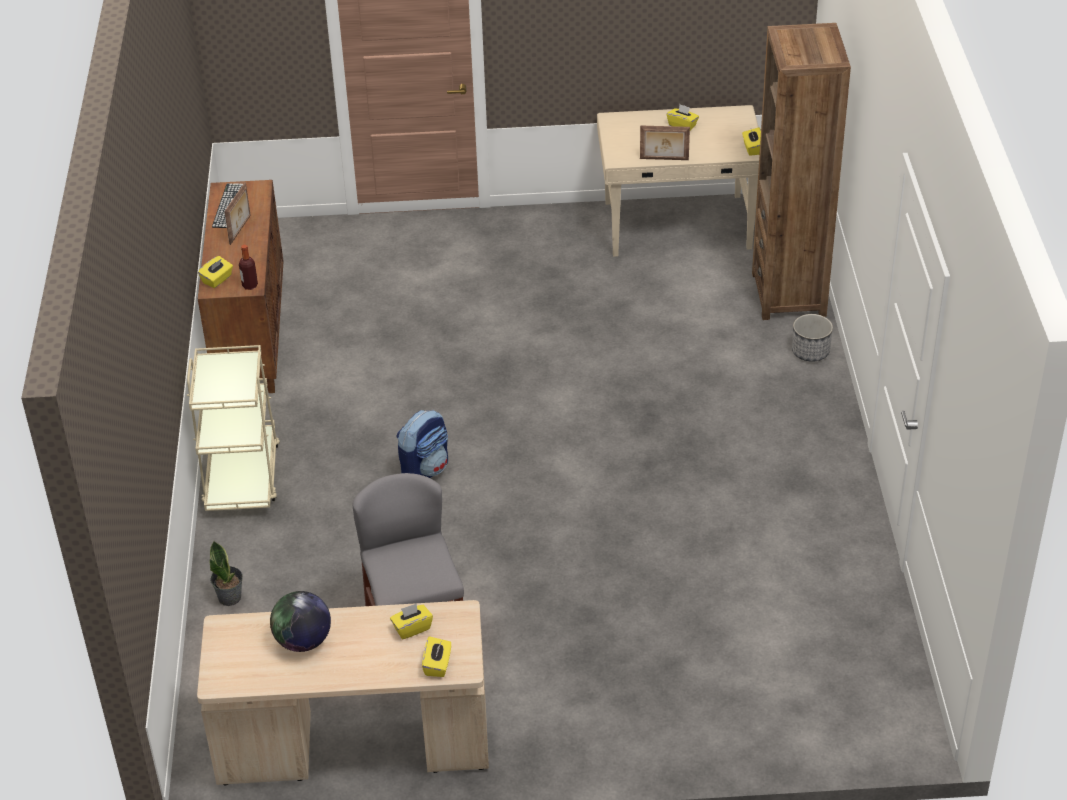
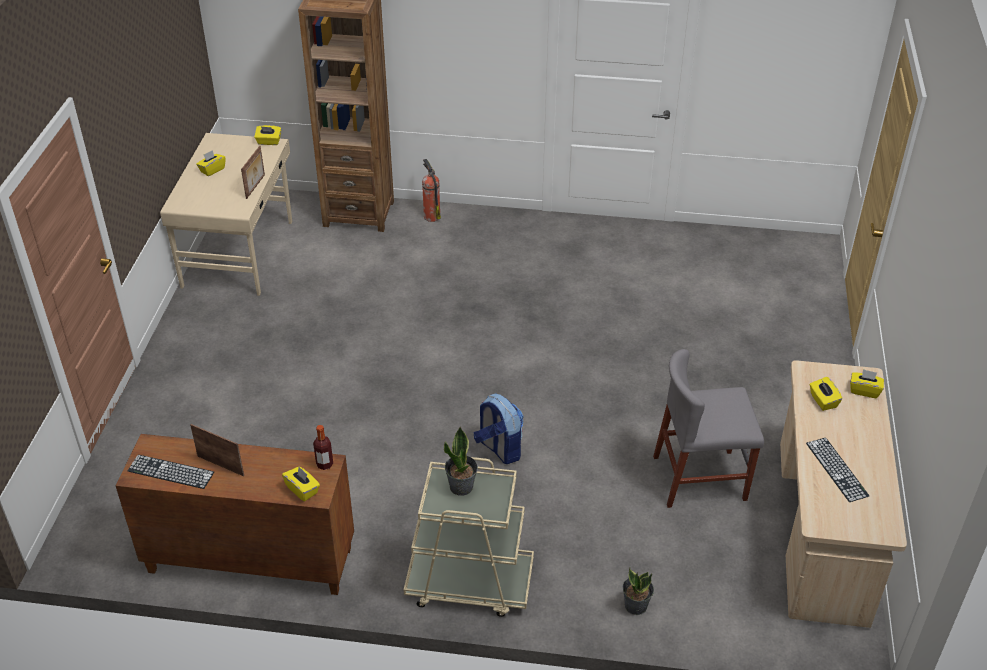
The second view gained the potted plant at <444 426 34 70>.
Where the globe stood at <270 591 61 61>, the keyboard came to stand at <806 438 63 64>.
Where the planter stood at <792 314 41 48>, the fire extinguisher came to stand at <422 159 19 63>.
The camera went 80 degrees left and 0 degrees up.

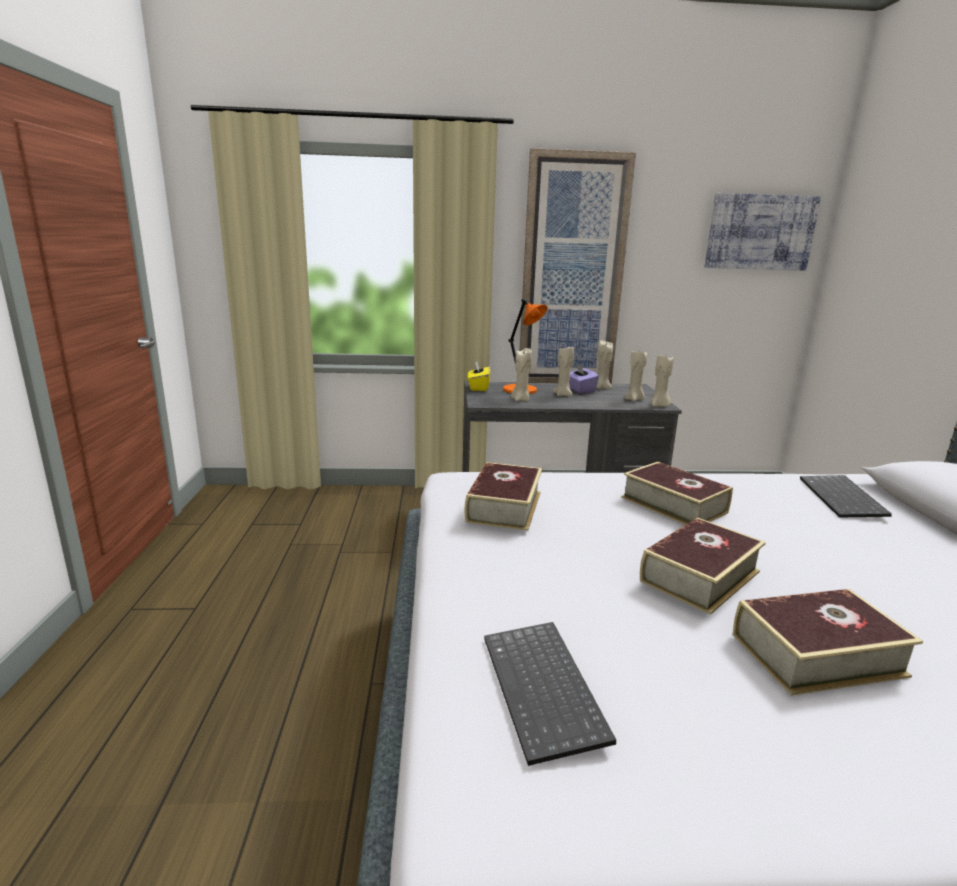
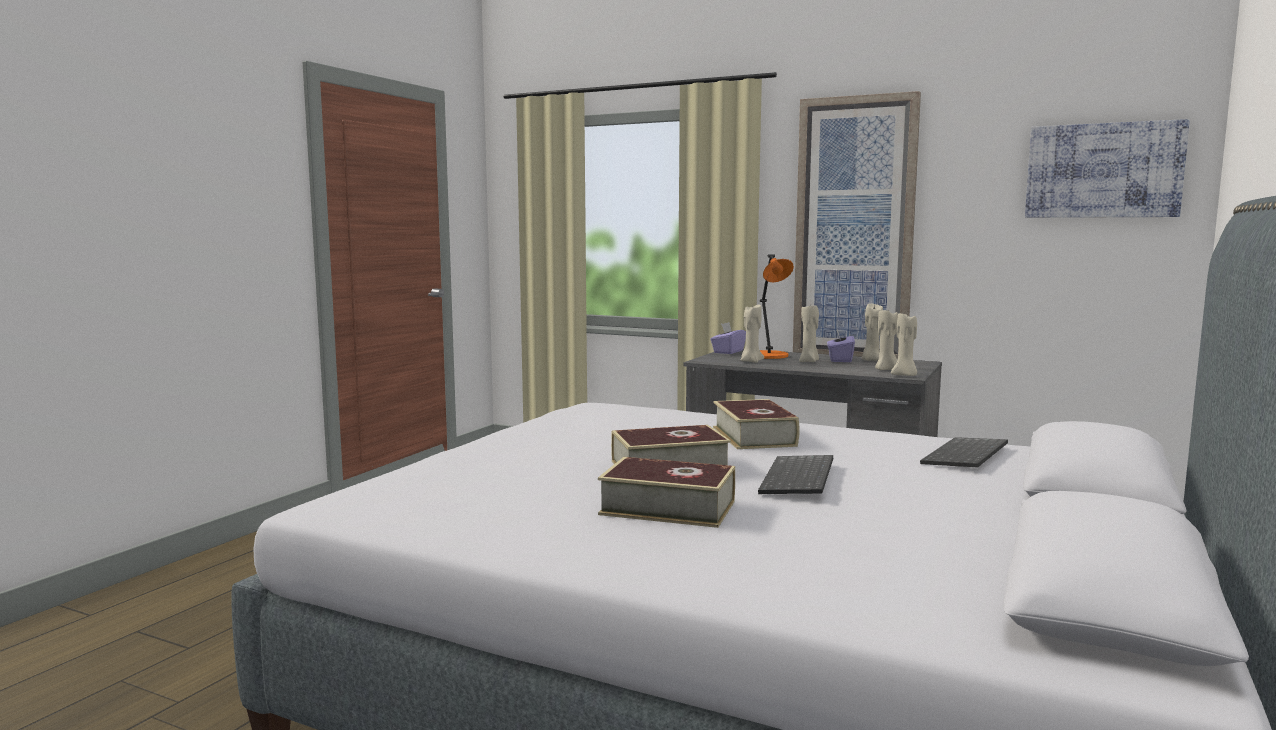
The second view lost the book at <465 462 77 69>.
The keyboard ended up elsewhere, having gone from <484 622 132 144> to <758 455 75 39>.
What was the tissue box (yellow) at <468 361 23 30> turned into the tissue box (purple) at <710 322 36 32>.
The camera went 30 degrees right and 10 degrees down.

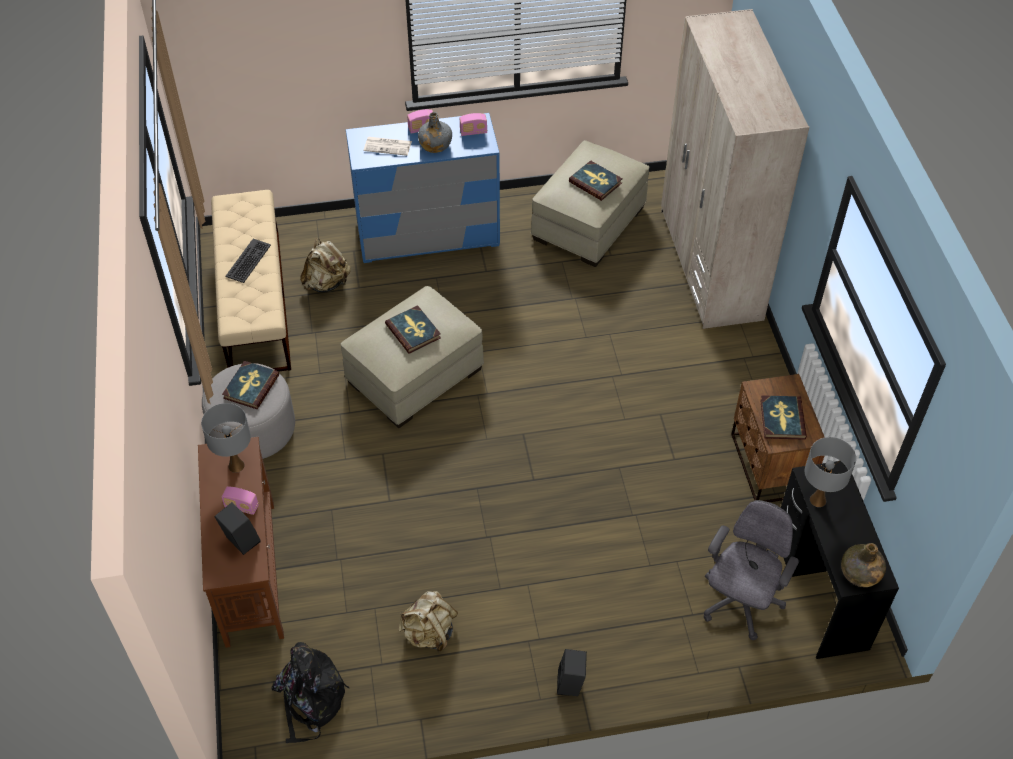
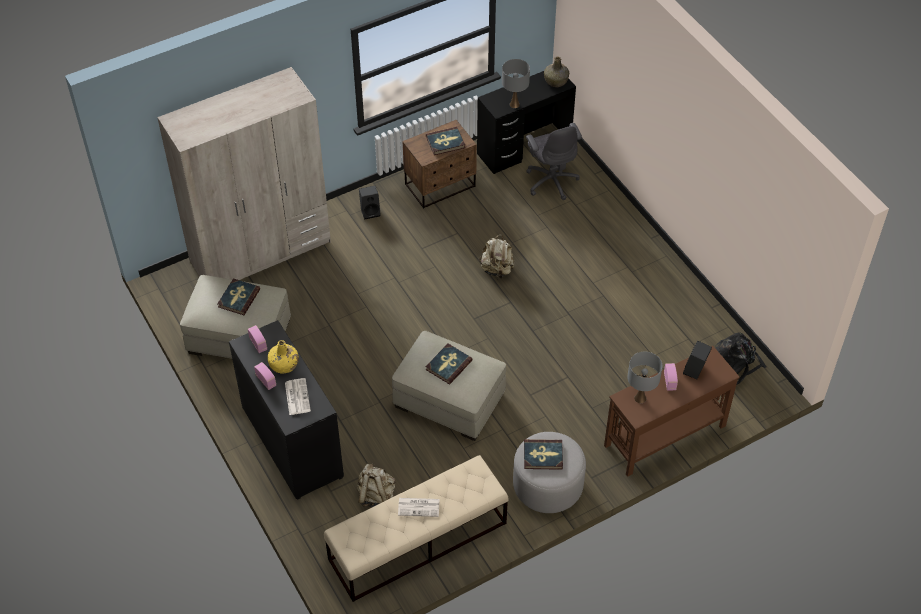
The backpack (beige) ended up elsewhere, having gone from <398 591 60 61> to <479 235 36 44>.
The speaker (black) ended up elsewhere, having gone from <557 649 30 47> to <359 186 22 34>.
Where the keyboard stood at <225 239 46 44>, the newspaper came to stand at <398 498 42 19>.
What was the dresser (blue) at <346 113 154 150> turned into the dresser (black) at <229 320 115 180>.
What was the bottle (grey) at <418 112 34 41> turned into the bottle (yellow) at <268 340 31 33>.
The office chair (grey) at <703 500 96 140> ended up facing another way, 120 degrees counterclockwise from before.
The camera went 110 degrees left and 0 degrees up.

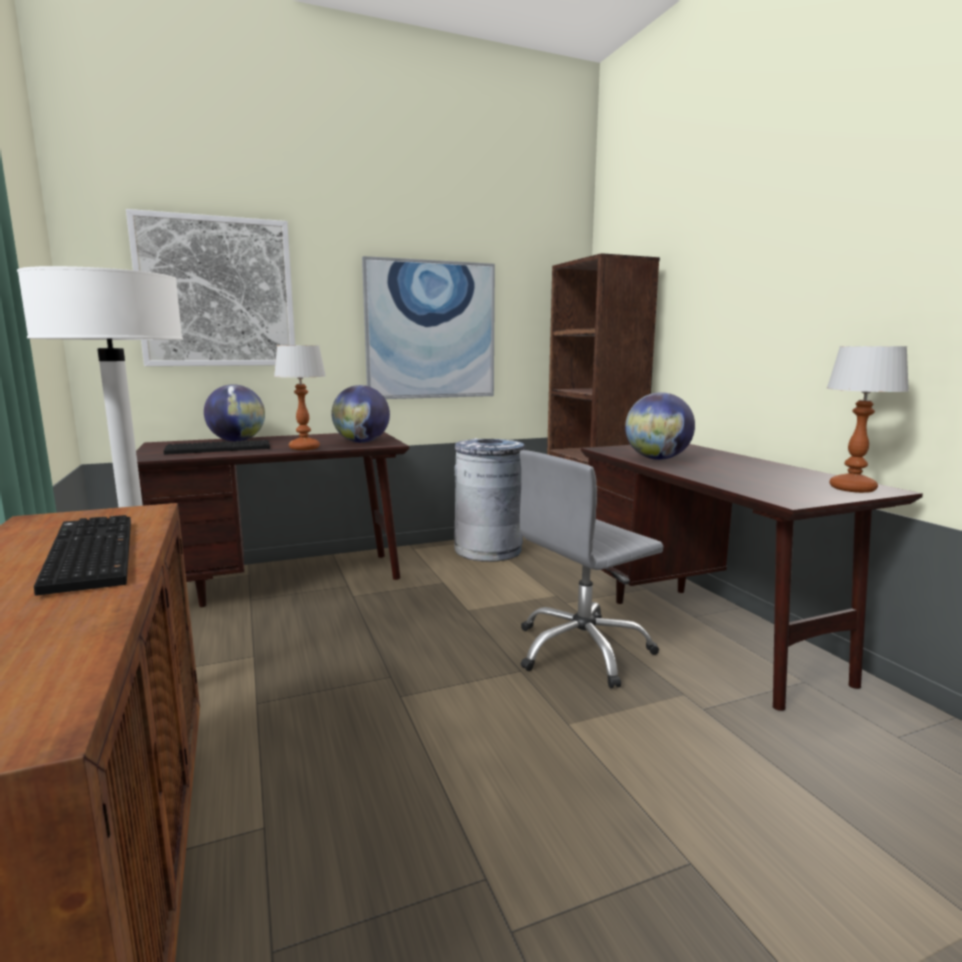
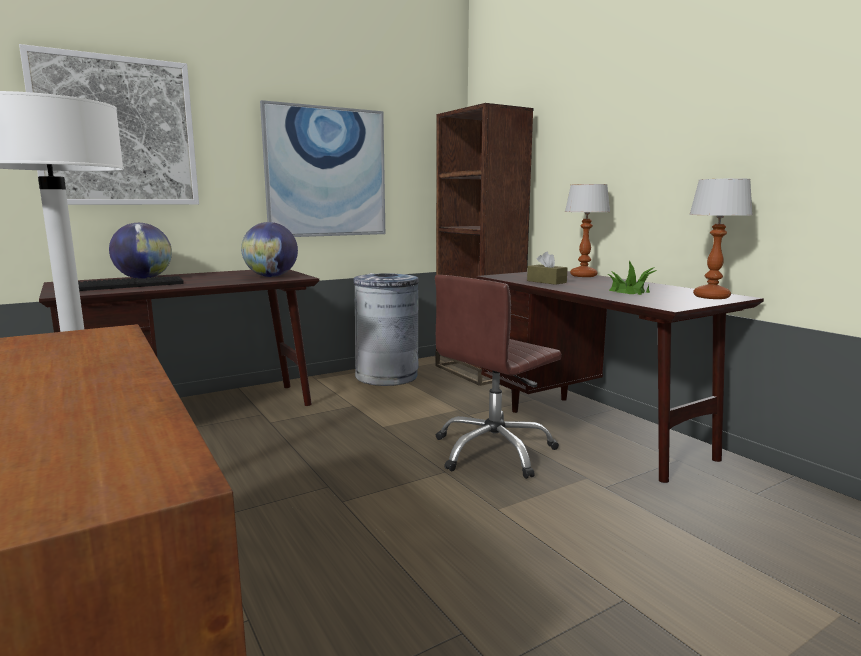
The second view lost the keyboard at <34 515 97 81>.
The second view gained the potted plant at <608 260 49 35>.
The table lamp ended up elsewhere, having gone from <274 345 52 105> to <565 184 45 93>.
Where the globe stood at <625 392 70 68>, the tissue box (brown) came to stand at <527 252 41 33>.
What was the office chair (grey) at <520 450 144 238> turned into the office chair (brown) at <435 275 127 204>.
The camera went 10 degrees left and 0 degrees up.

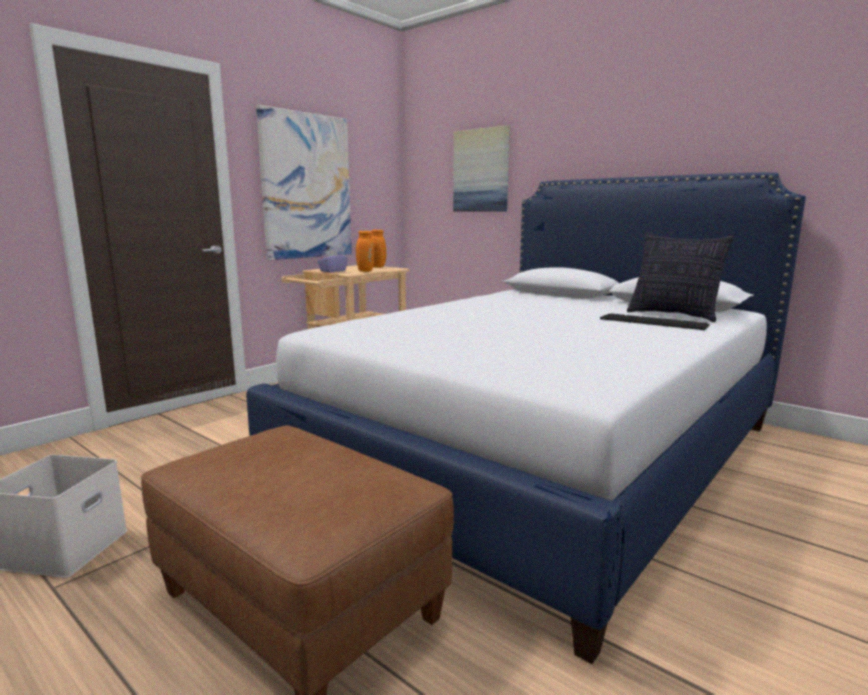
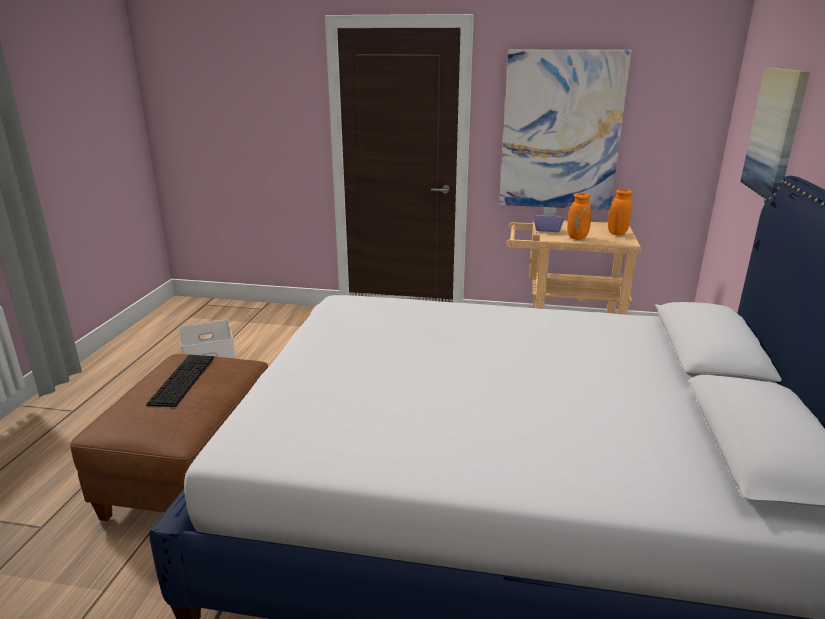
The second view lost the pillow at <627 233 107 89>.
The keyboard ended up elsewhere, having gone from <600 313 110 17> to <146 355 69 52>.
The camera went 60 degrees right and 10 degrees up.

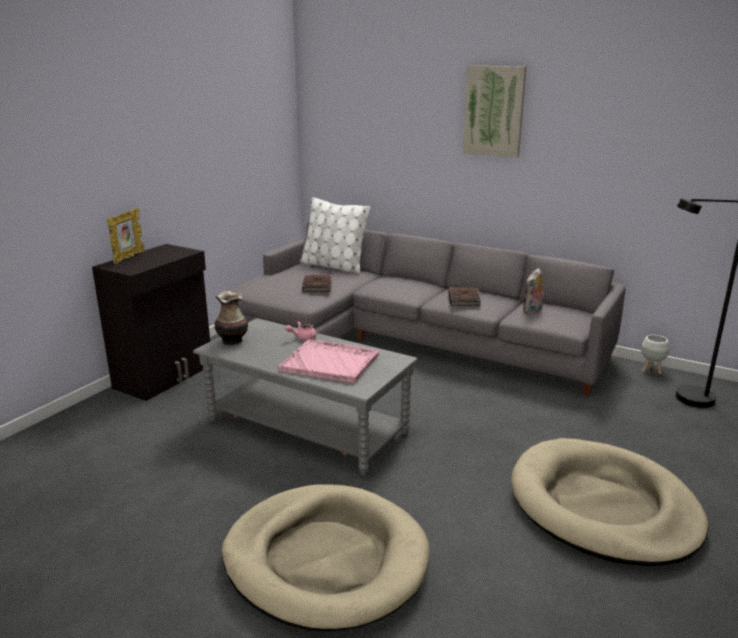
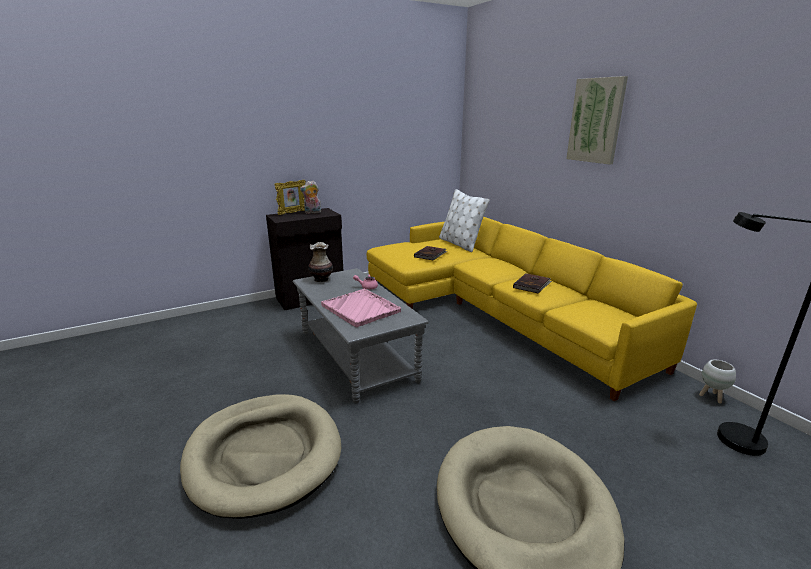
The plush toy ended up elsewhere, having gone from <522 268 22 46> to <300 181 21 33>.
What was the sofa (grey) at <227 222 399 175> turned into the sofa (yellow) at <367 217 330 184>.
The camera went 30 degrees right and 0 degrees up.

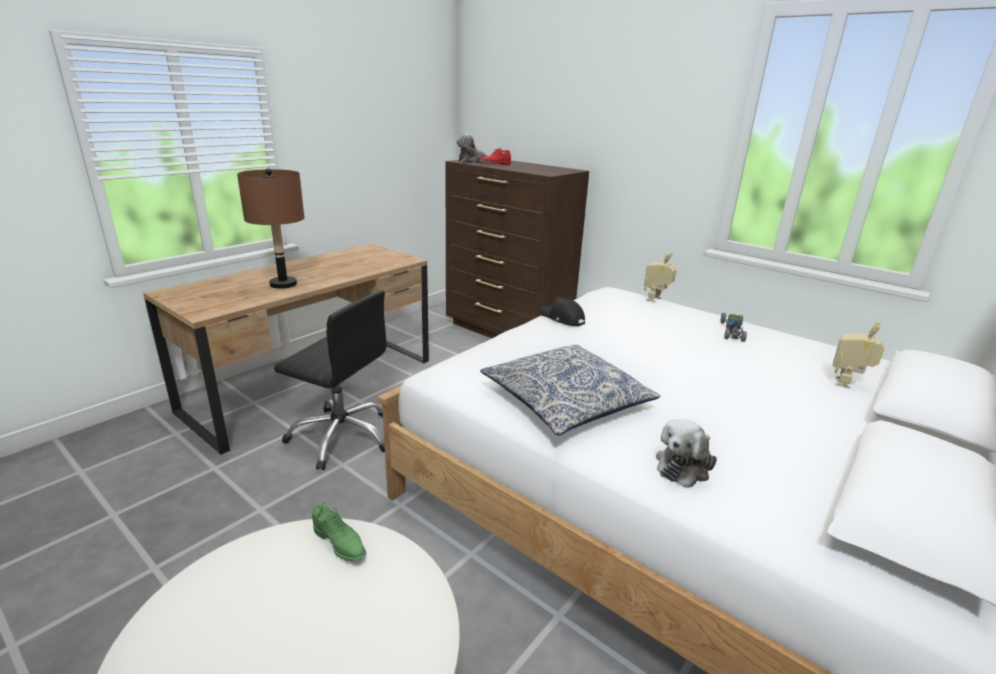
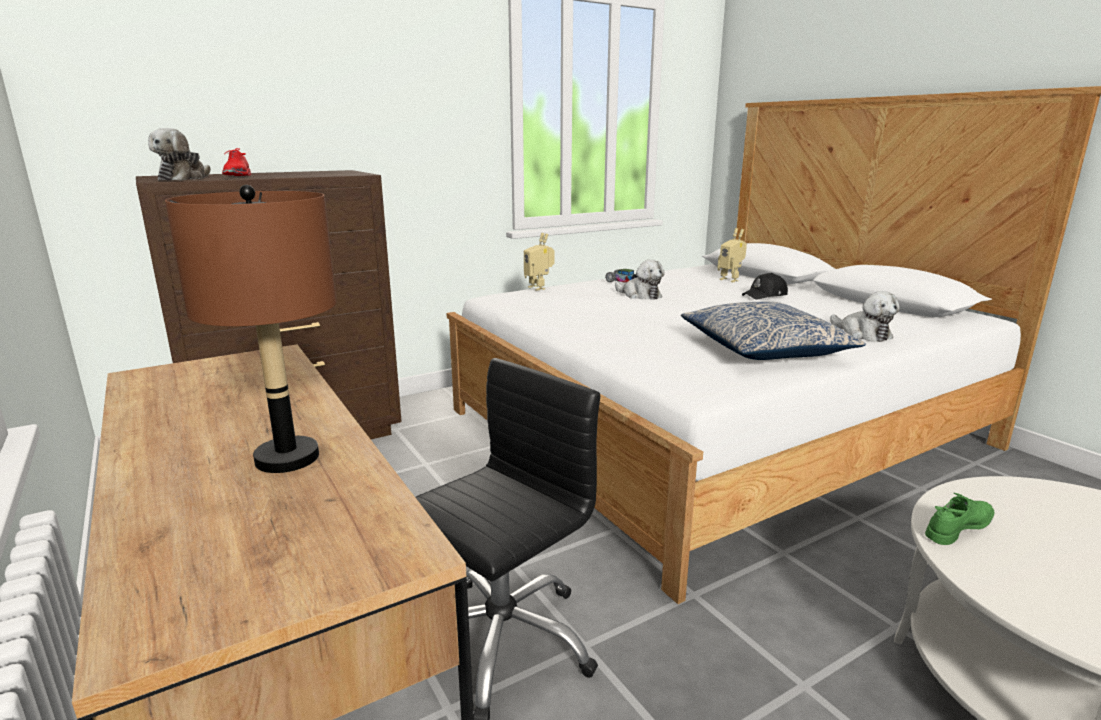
The second view gained the plush toy at <615 260 50 40>.
The cap (black) ended up elsewhere, having gone from <541 297 44 29> to <742 273 46 27>.
The camera went 70 degrees left and 5 degrees down.

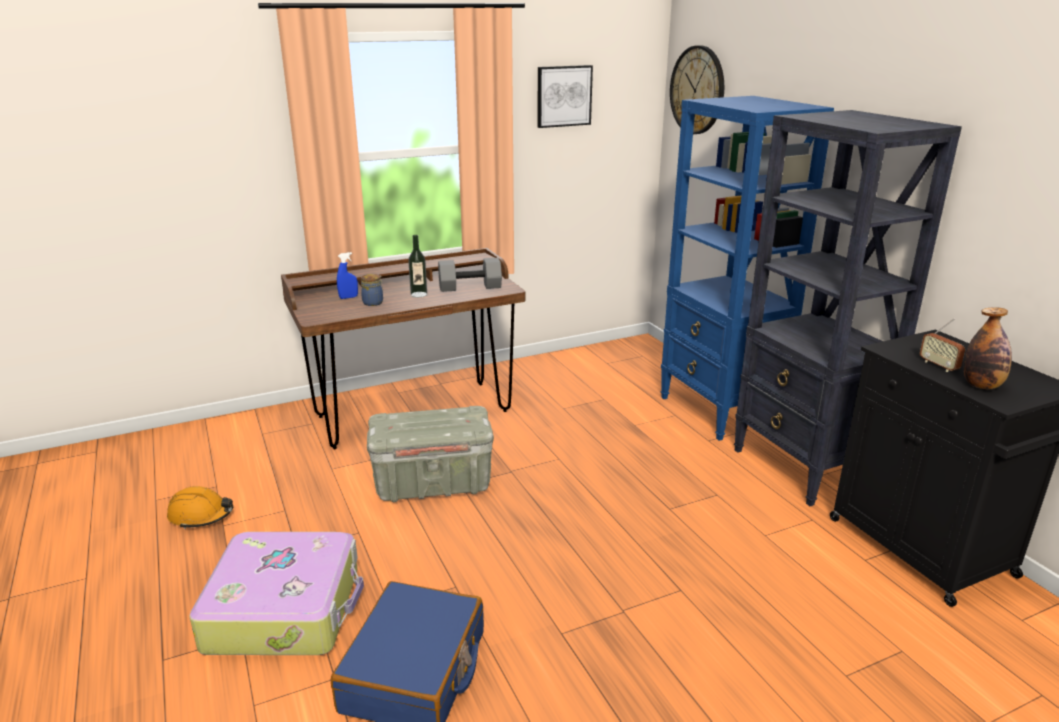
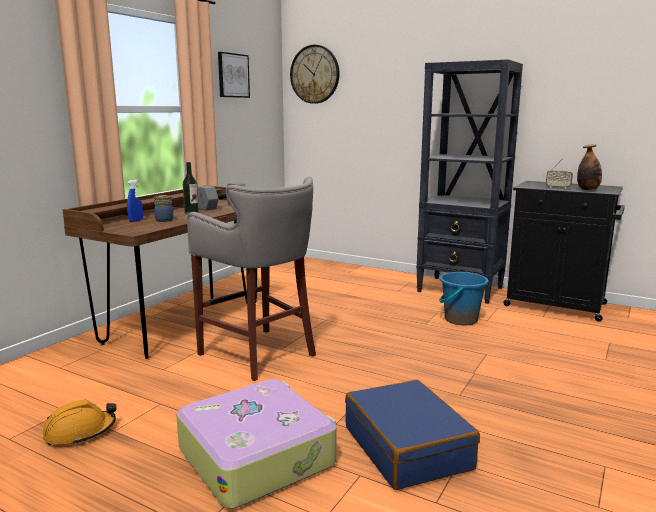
The second view lost the bookcase (blue) at <661 96 173 345>.
The second view gained the bucket (blue) at <439 272 49 53>.
Where the storage box (grey) stood at <367 406 127 96>, the stool (grey) came to stand at <187 176 129 205>.
The camera went 35 degrees left and 10 degrees down.

